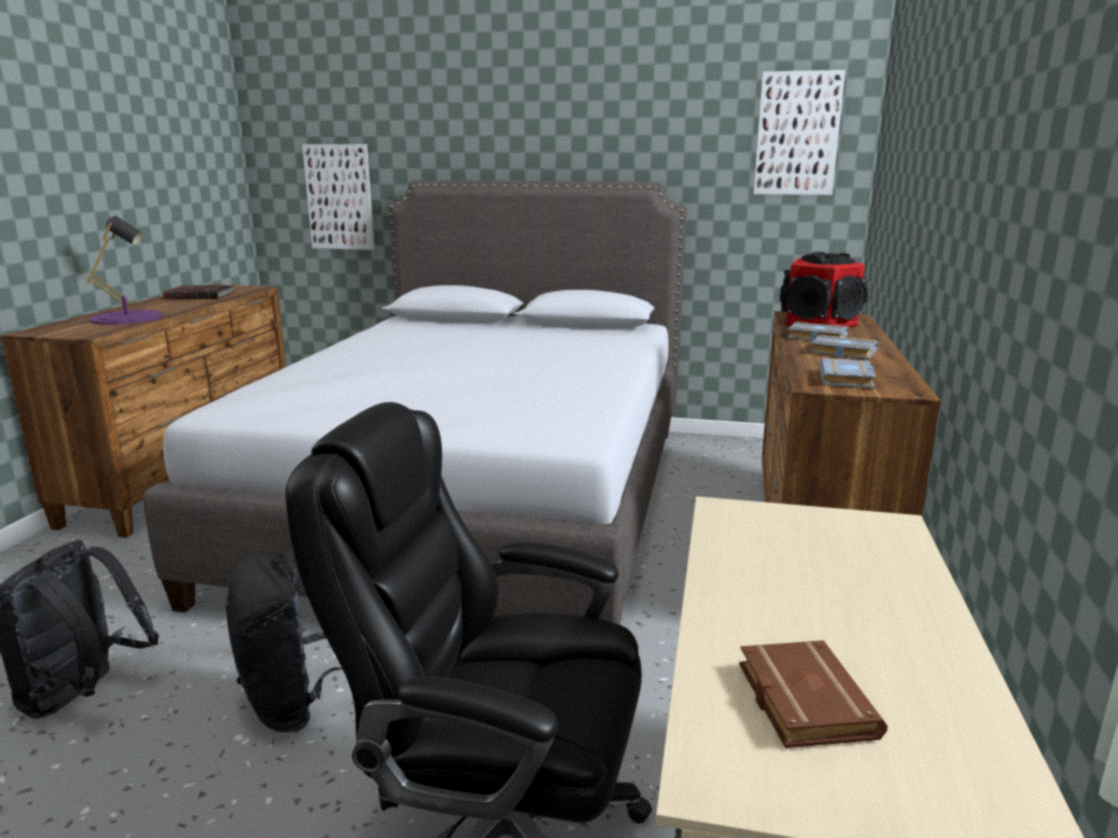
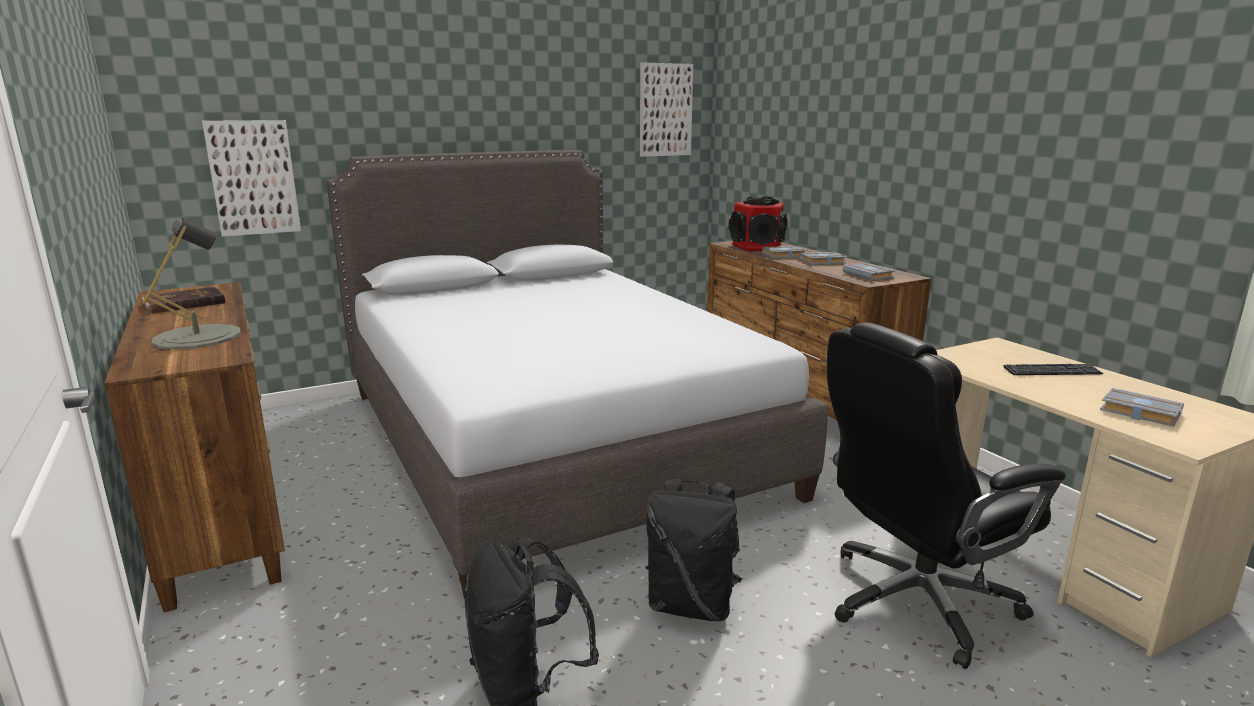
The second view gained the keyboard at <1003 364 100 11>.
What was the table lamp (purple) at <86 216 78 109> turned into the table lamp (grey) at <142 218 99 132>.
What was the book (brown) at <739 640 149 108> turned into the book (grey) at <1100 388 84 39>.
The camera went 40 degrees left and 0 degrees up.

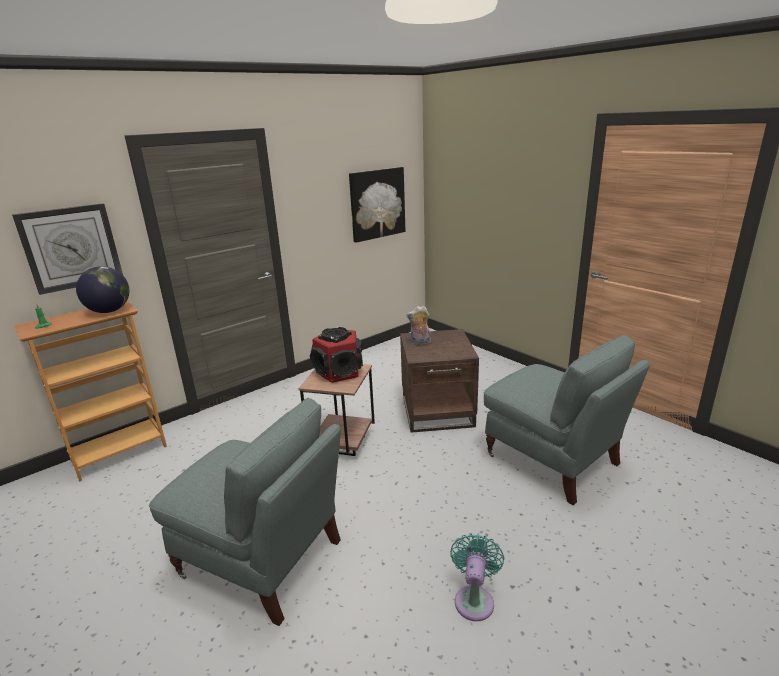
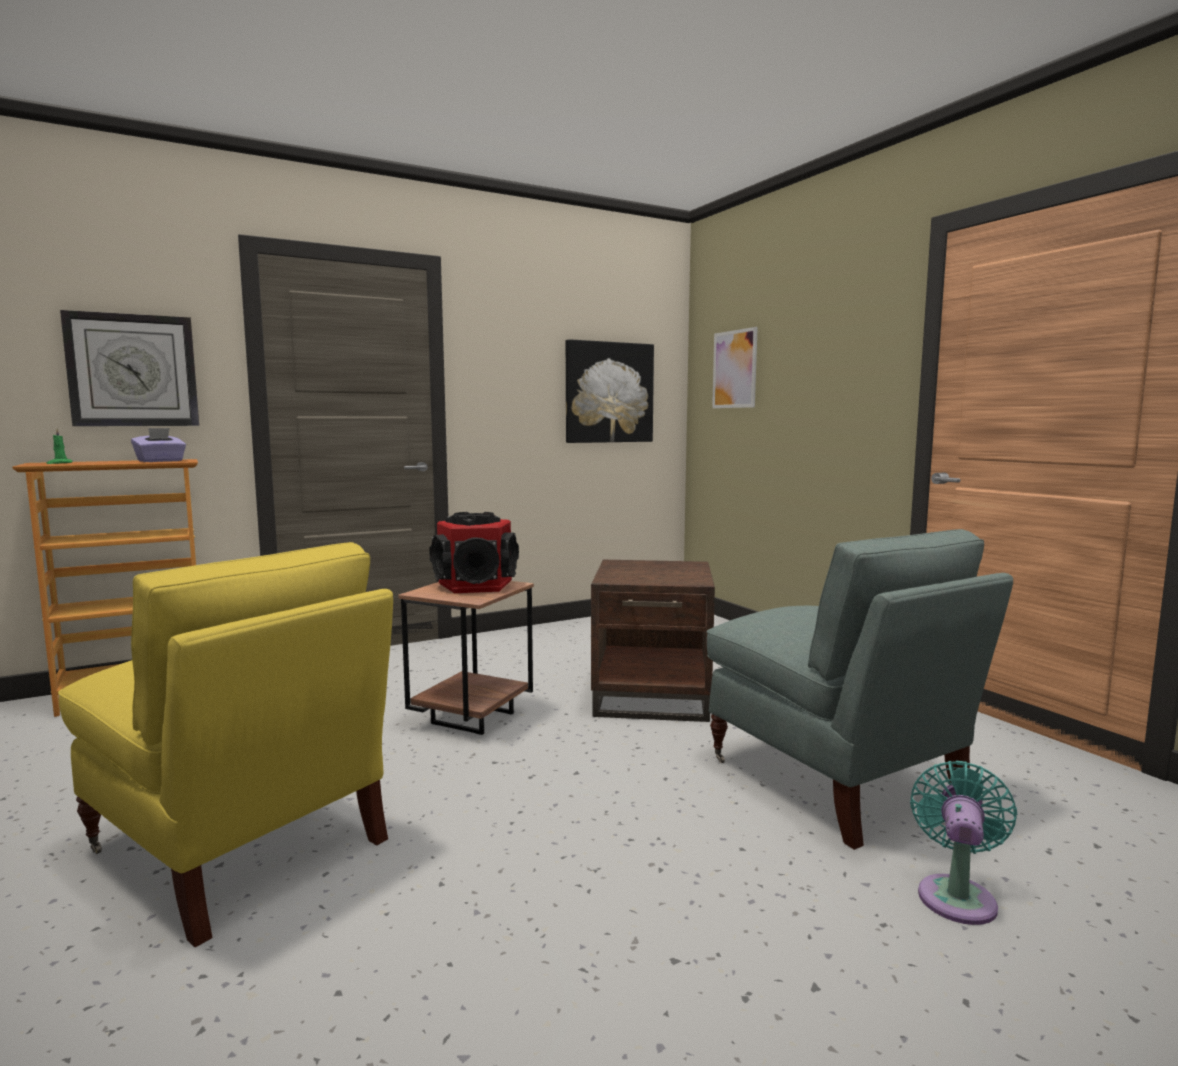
The second view lost the plush toy at <406 306 25 39>.
The second view gained the picture at <712 327 46 81>.
The fan (turquoise) ended up elsewhere, having gone from <450 533 54 88> to <910 761 107 164>.
Where the globe stood at <76 266 53 47>, the tissue box (purple) came to stand at <131 428 55 34>.
What was the armchair (grey) at <149 398 192 228> turned into the armchair (yellow) at <58 542 335 405>.
The camera went 10 degrees right and 15 degrees down.

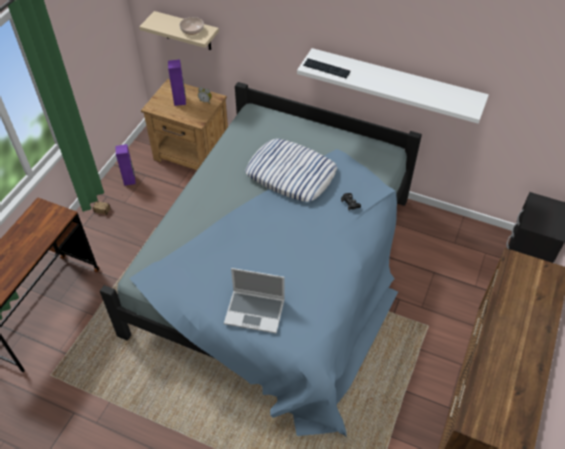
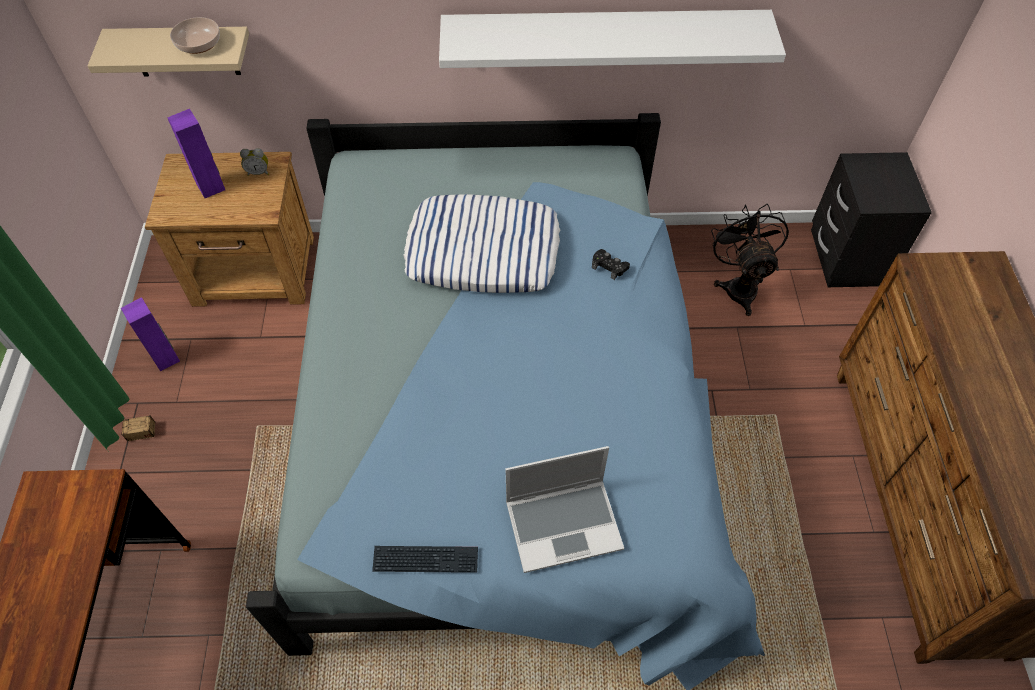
The second view gained the fan (black) at <711 204 78 112>.
The keyboard ended up elsewhere, having gone from <303 58 48 20> to <372 546 106 27>.
The camera went 25 degrees left and 5 degrees up.

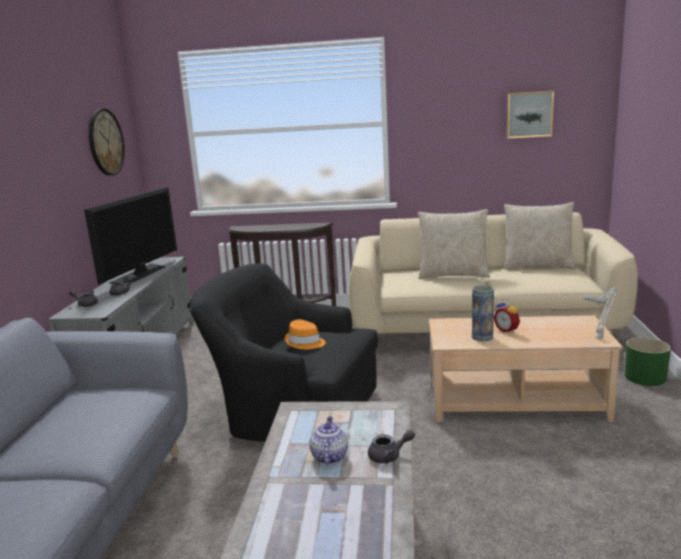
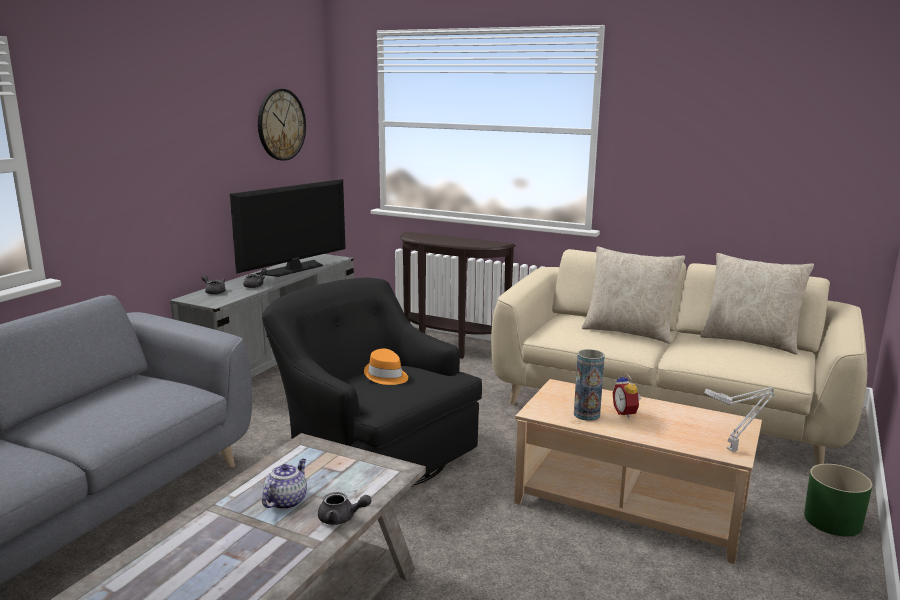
The second view lost the picture at <507 91 47 47>.
The camera went 20 degrees right and 0 degrees up.

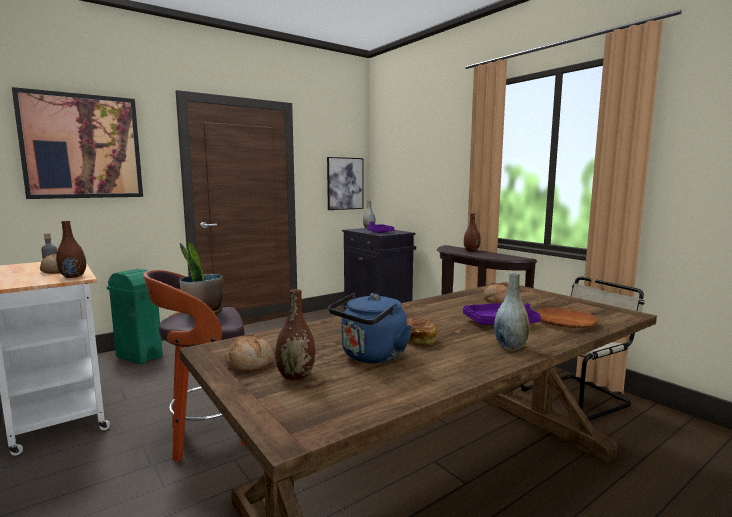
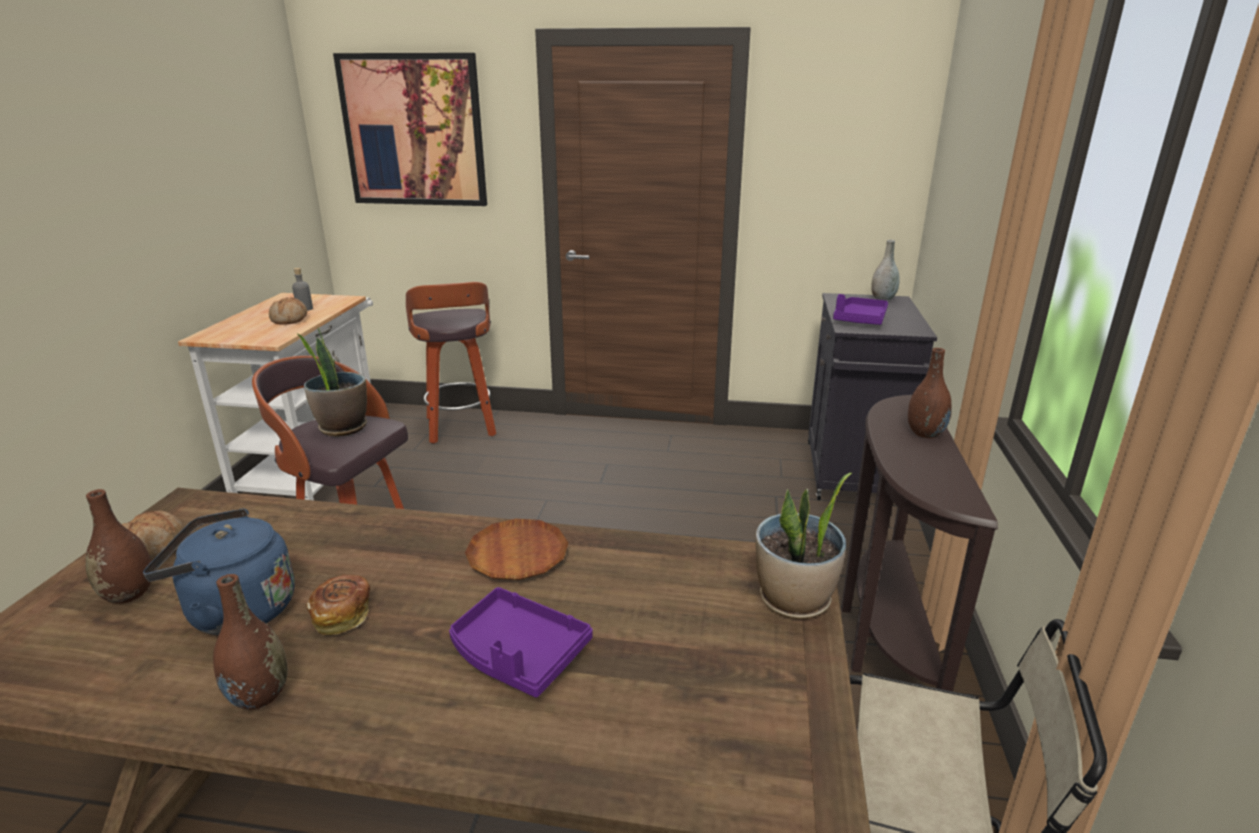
The second view lost the picture at <327 157 37 53>.
The second view lost the bread at <483 283 25 20>.
The second view lost the vase (grey) at <494 272 35 78>.
The second view gained the potted plant at <756 473 96 146>.
The vase (brown) ended up elsewhere, having gone from <56 221 30 57> to <213 574 75 136>.
The plate (brown) ended up elsewhere, having gone from <535 307 64 21> to <465 519 103 61>.
Where the trash can (green) stood at <107 269 56 96>, the stool came to stand at <406 282 90 162>.
The camera went 45 degrees right and 15 degrees up.

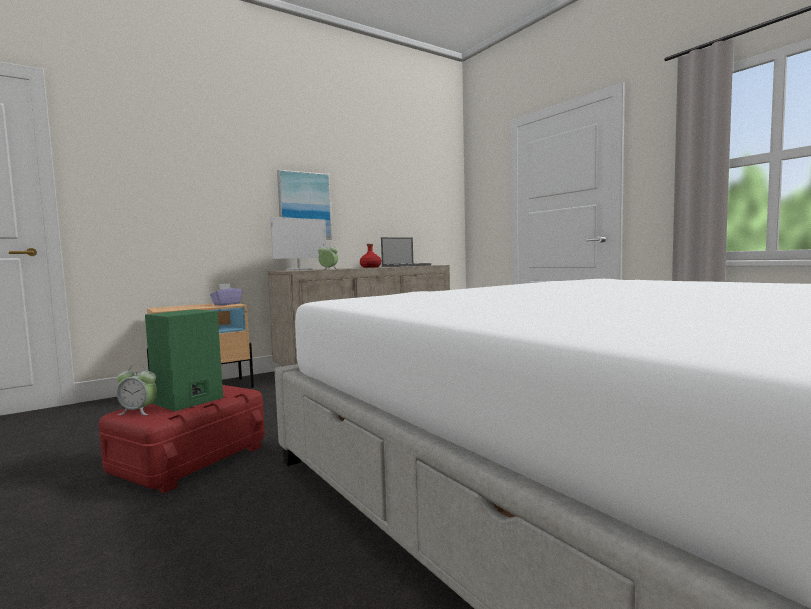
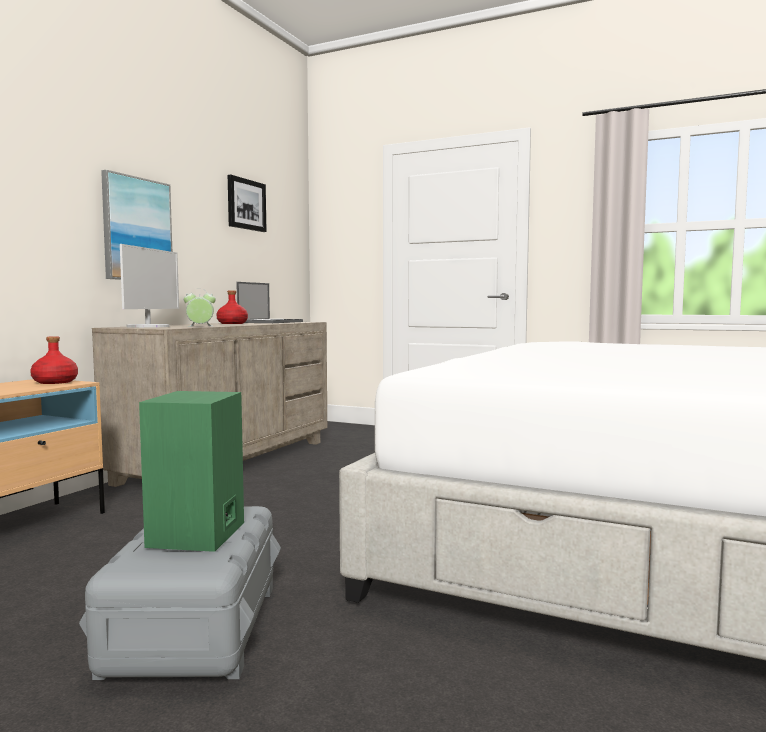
The second view lost the alarm clock at <117 365 40 50>.
The second view gained the picture at <228 175 39 57>.
Where the tissue box (purple) stood at <210 283 32 22>, the bottle (red) came to stand at <30 336 48 48>.
What was the storage box (red) at <99 385 166 108> turned into the storage box (grey) at <79 506 202 174>.
The camera went 30 degrees left and 0 degrees up.

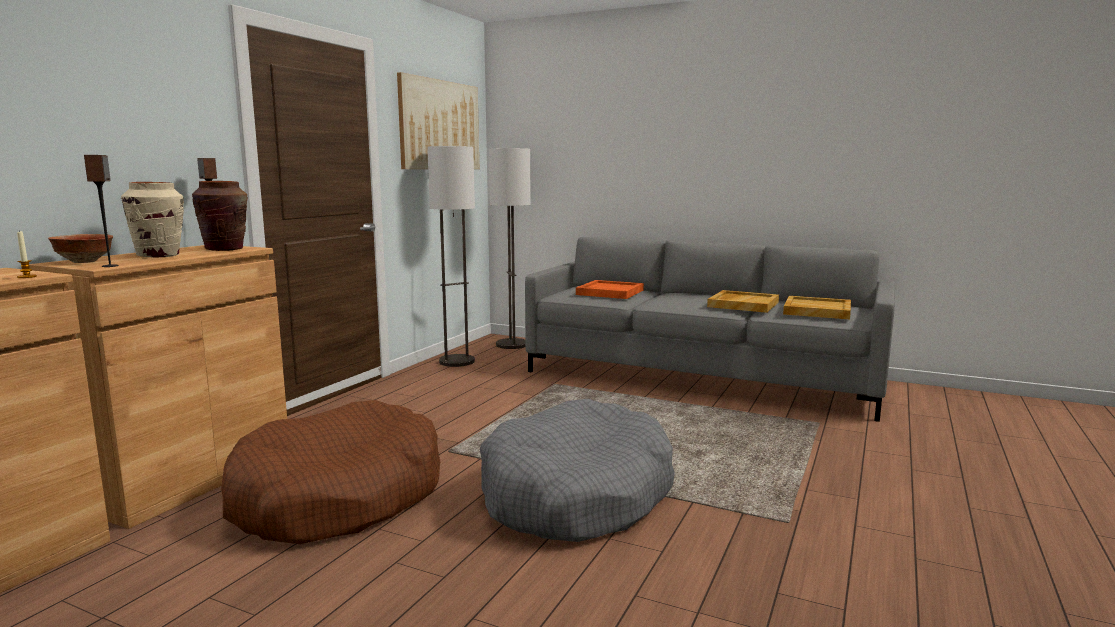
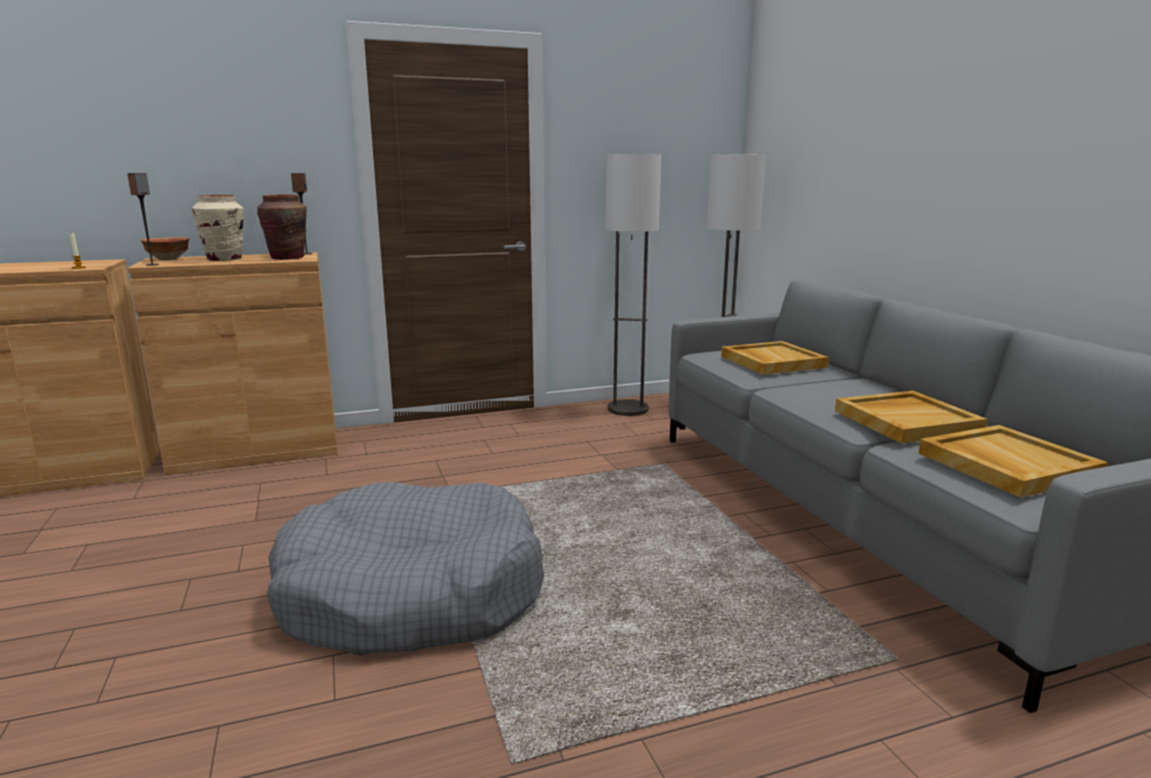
The second view lost the dog bed (brown) at <221 400 220 144>.
The second view lost the picture at <397 72 82 97>.
What was the tray (orange) at <576 280 68 19> turned into the tray (beige) at <721 341 108 34>.
The camera went 45 degrees right and 5 degrees up.

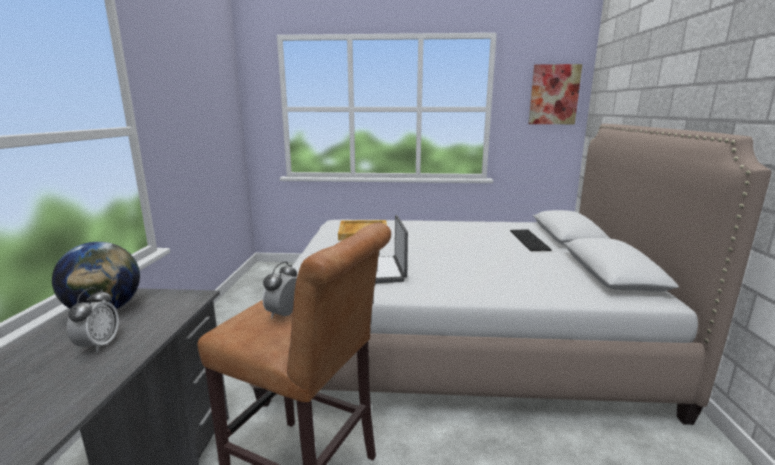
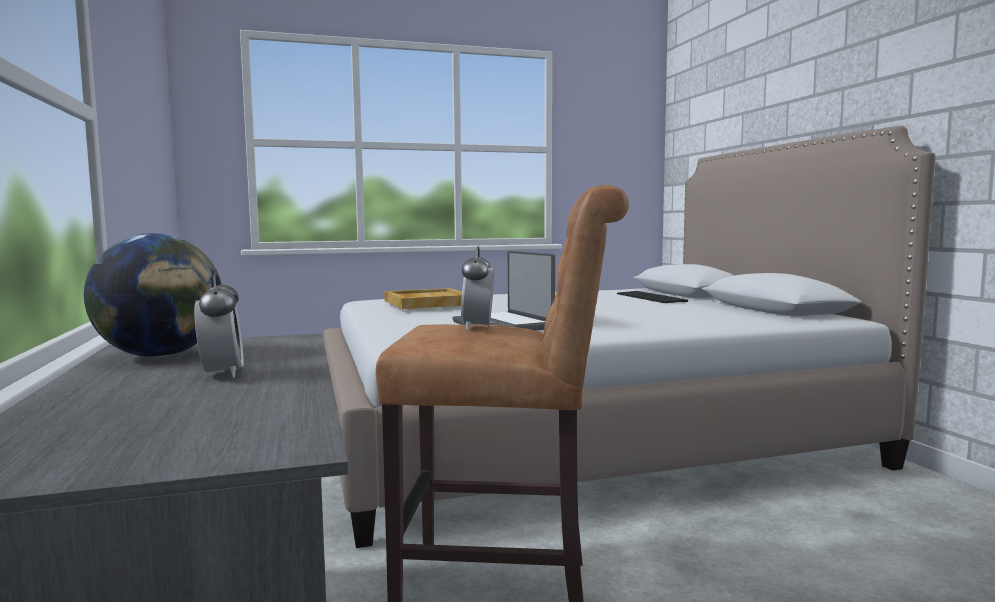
The second view lost the picture at <529 64 53 60>.
The camera went 20 degrees left and 10 degrees down.

